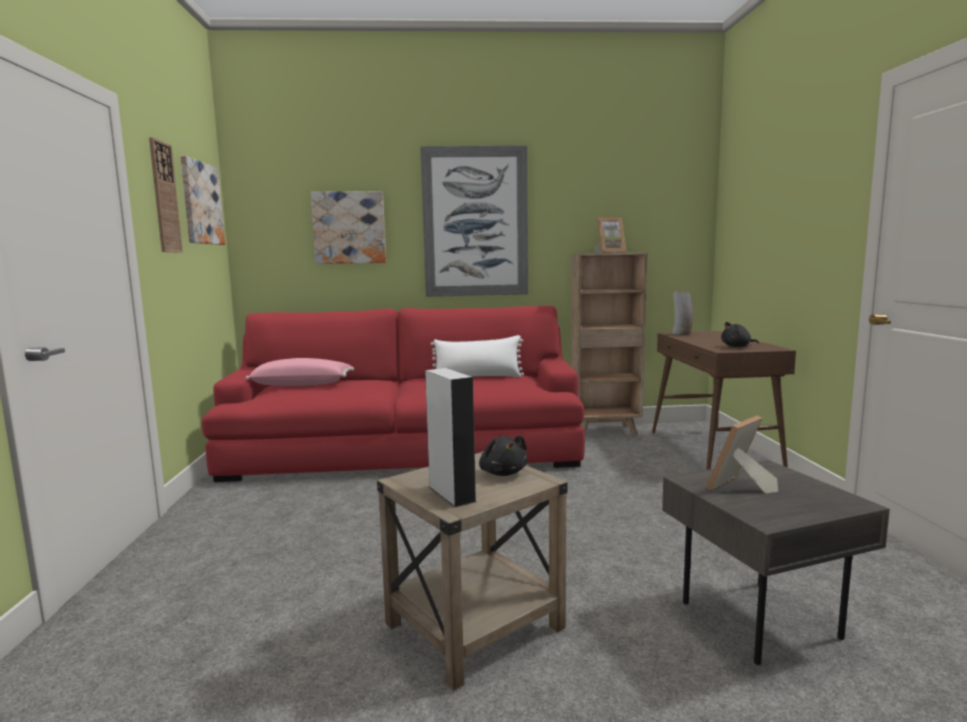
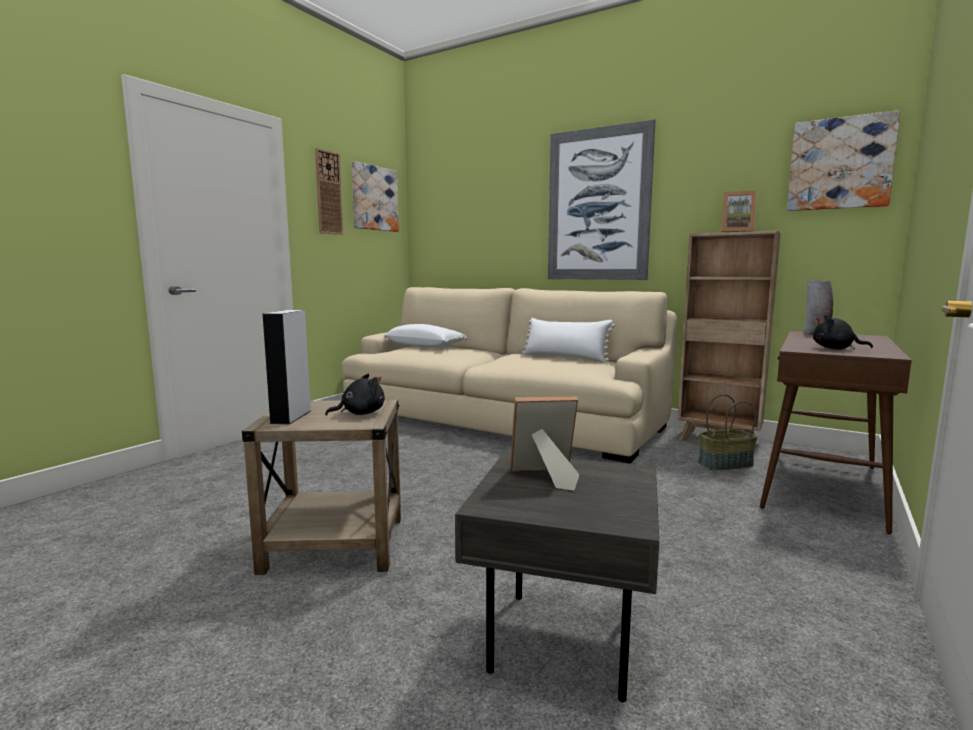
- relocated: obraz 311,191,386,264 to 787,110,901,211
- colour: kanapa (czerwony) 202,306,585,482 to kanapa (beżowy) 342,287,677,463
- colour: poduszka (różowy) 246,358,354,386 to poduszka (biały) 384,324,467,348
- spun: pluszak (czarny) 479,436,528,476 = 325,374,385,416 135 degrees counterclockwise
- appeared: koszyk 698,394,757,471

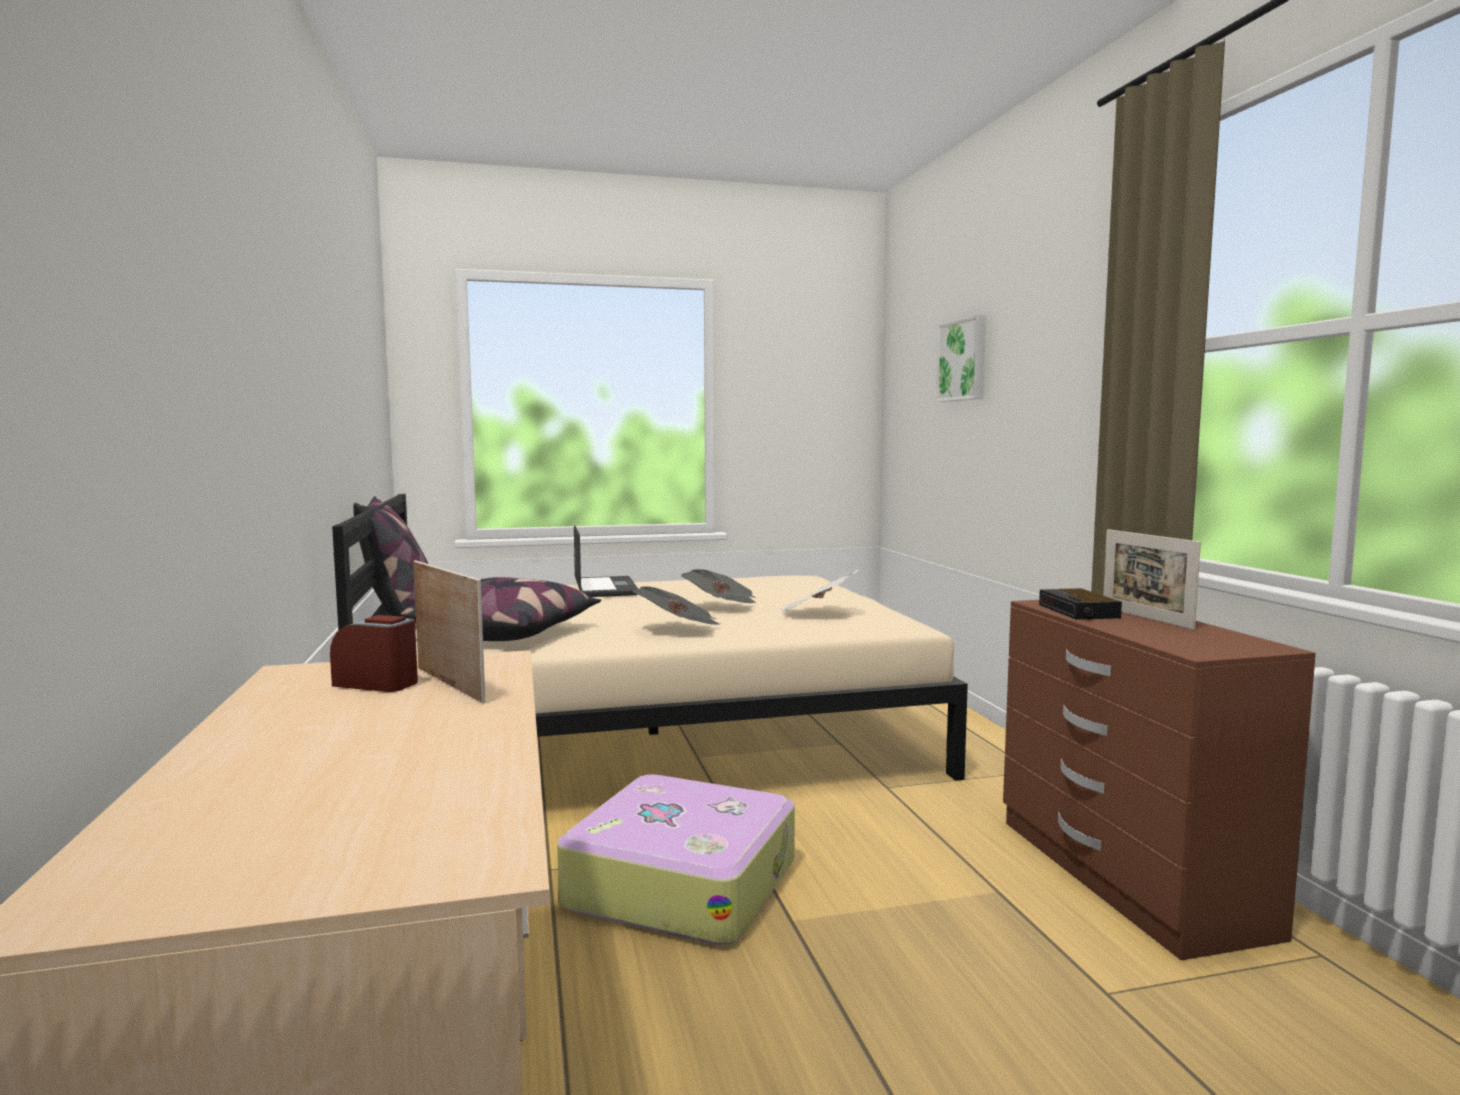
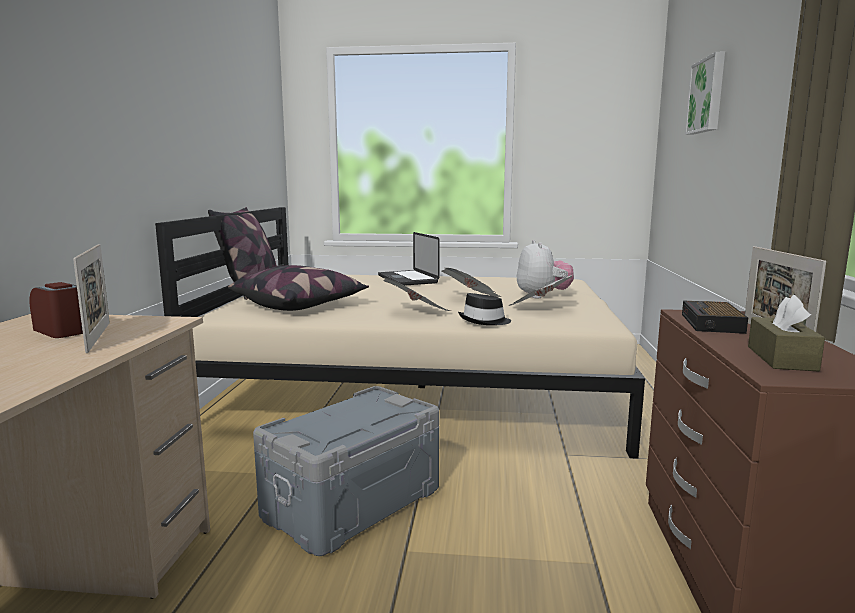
- spun: laptop 574,525,638,597 = 378,232,440,286 150 degrees clockwise
- exchanged: walizka 557,774,795,945 to pojemnik do przechowywania (szary) 253,386,439,556
- appeared: pluszak 517,240,574,299
- appeared: kapelusz (czarny) 458,293,511,325
- appeared: pudełko chusteczek (brązowy) 748,295,825,371

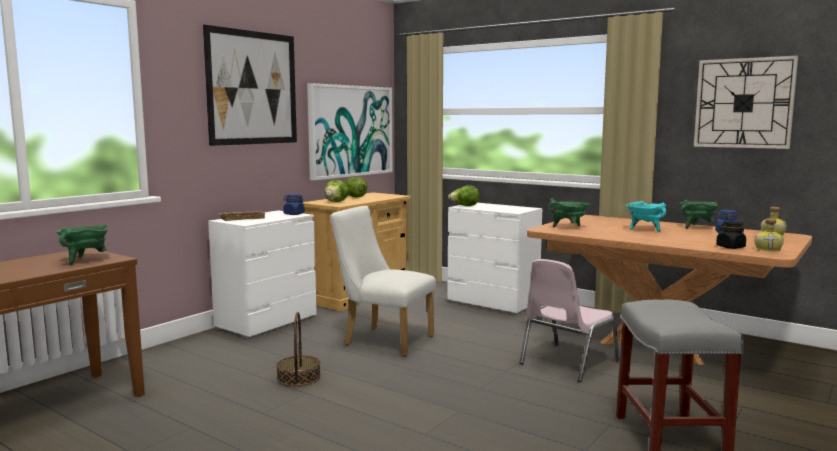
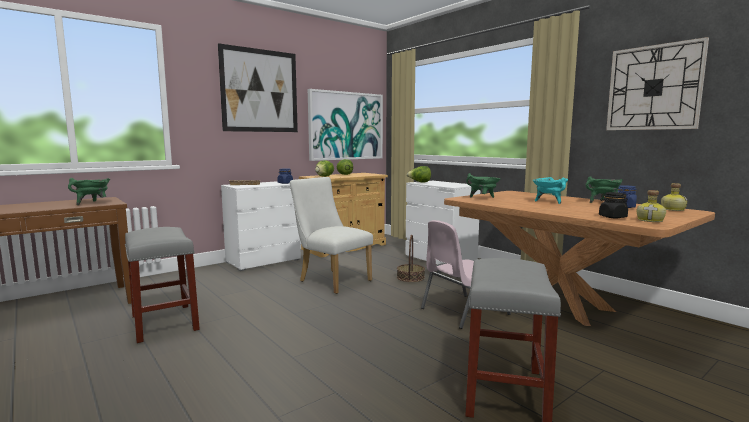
- relocated: koszyk 276,312,321,386 to 397,235,425,282
- appeared: stołek (szary) 125,227,200,343

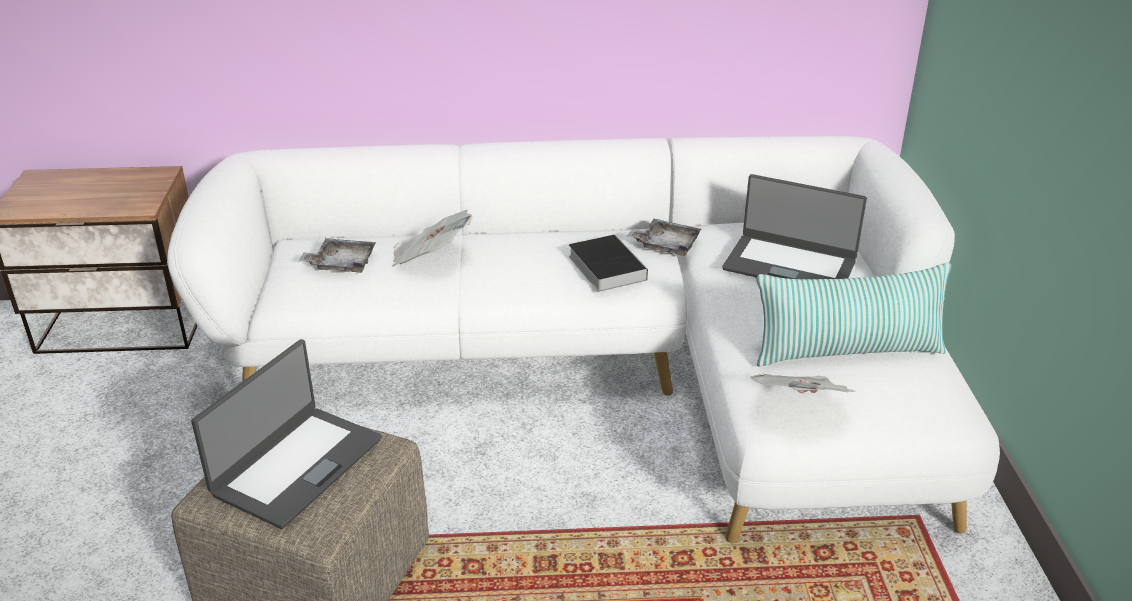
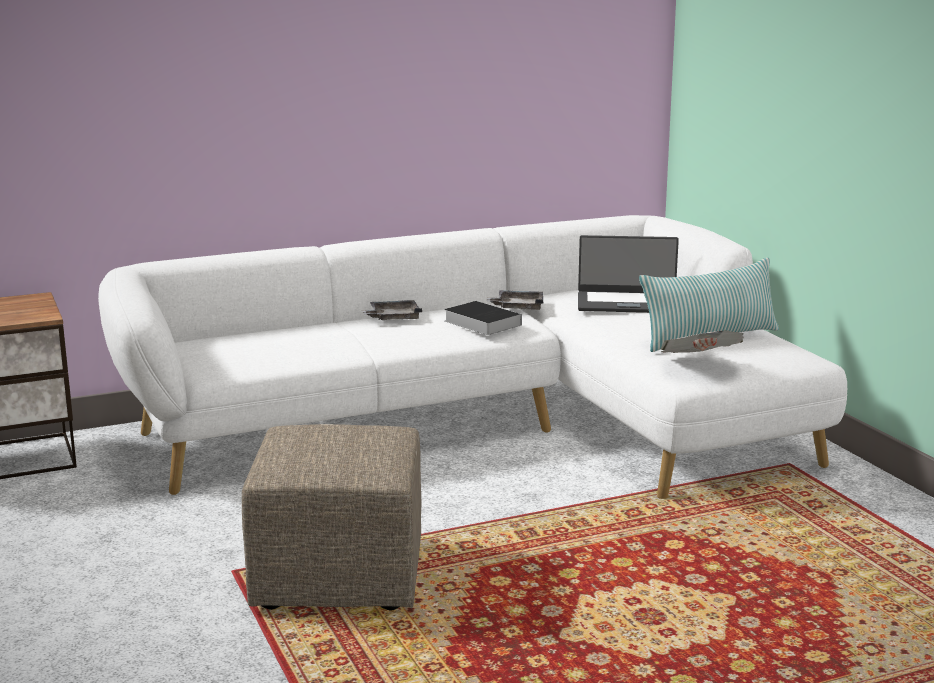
- missing: gazeta 392,210,472,267
- relocated: taca (szary) 299,238,376,273 to 362,300,422,320
- missing: laptop 191,339,382,529

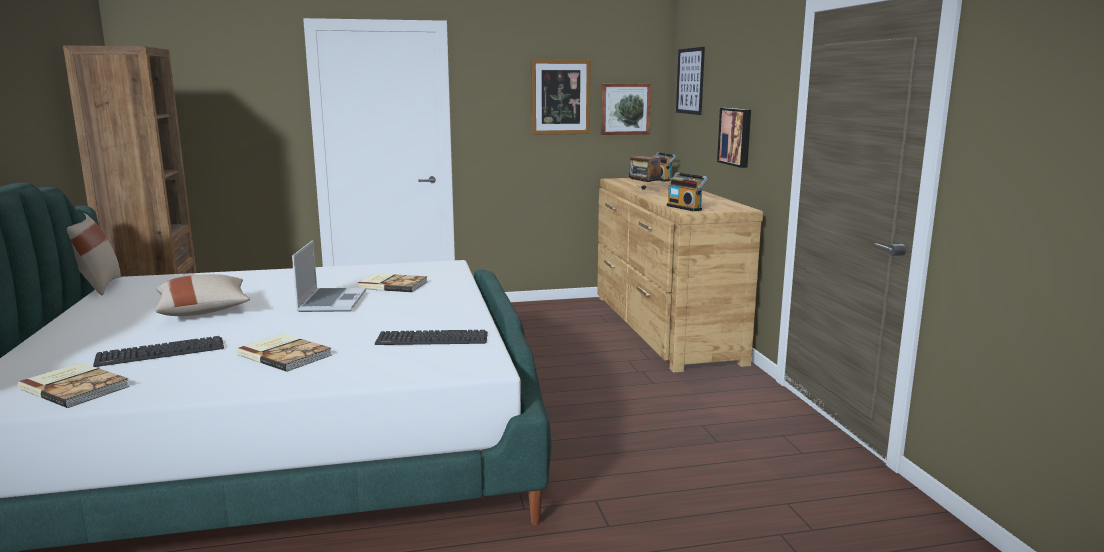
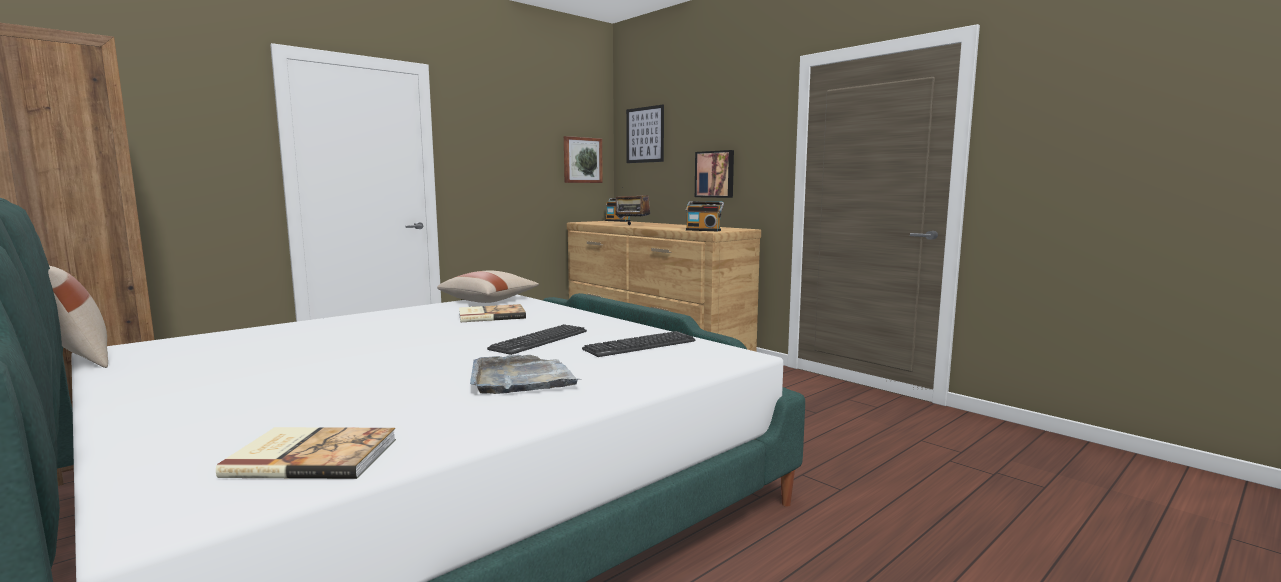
- missing: obraz 532,59,591,135
- missing: laptop 292,240,366,312
- relocated: poduszka (beżowy) 155,274,250,316 to 437,271,539,303
- exchanged: książka 237,334,332,372 to taca (szary) 470,355,582,394
- relocated: klawiatura 93,336,224,367 to 487,324,587,355

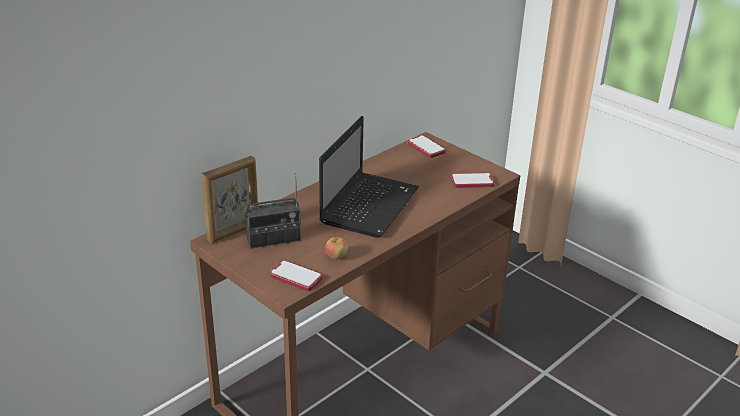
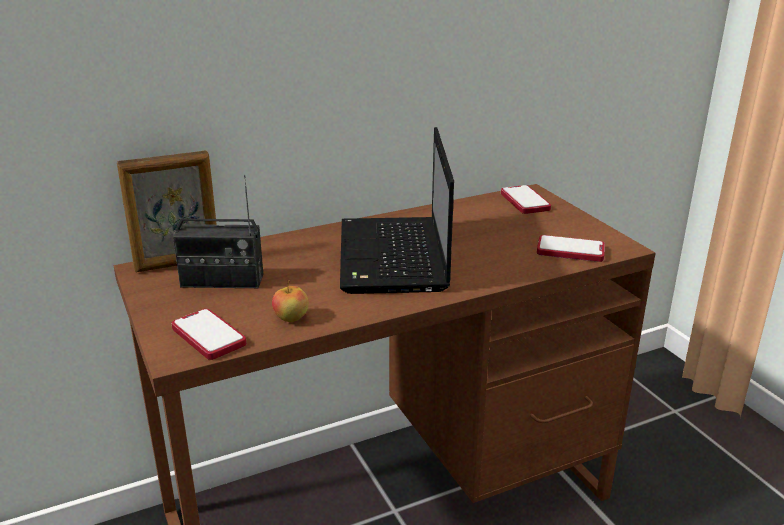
- spun: laptop 319,116,419,238 = 340,127,454,294 135 degrees clockwise

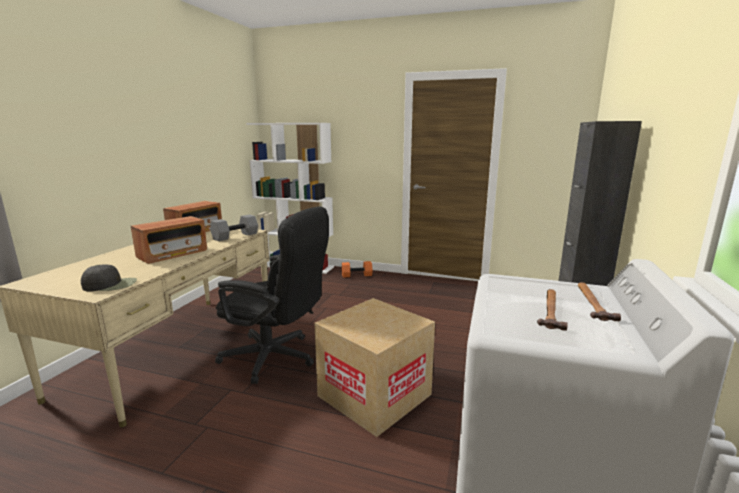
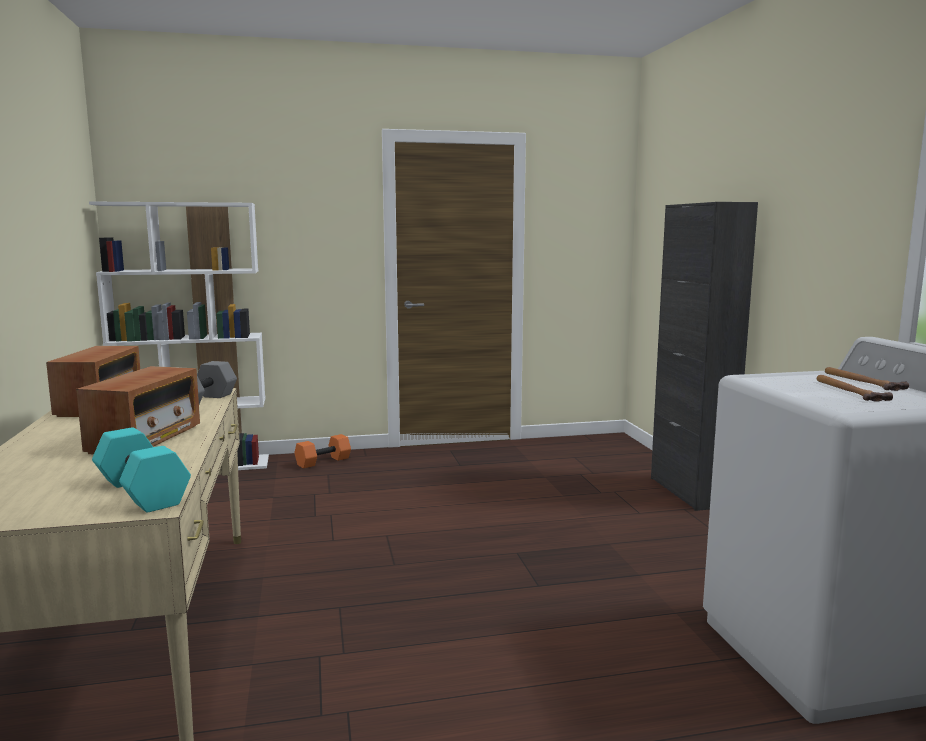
- missing: krzesło biurowe (czarny) 215,206,329,384
- exchanged: czapka z daszkiem (czarny) 81,264,137,291 to hantel (turkusowy) 92,427,191,512
- missing: karton 314,298,435,437

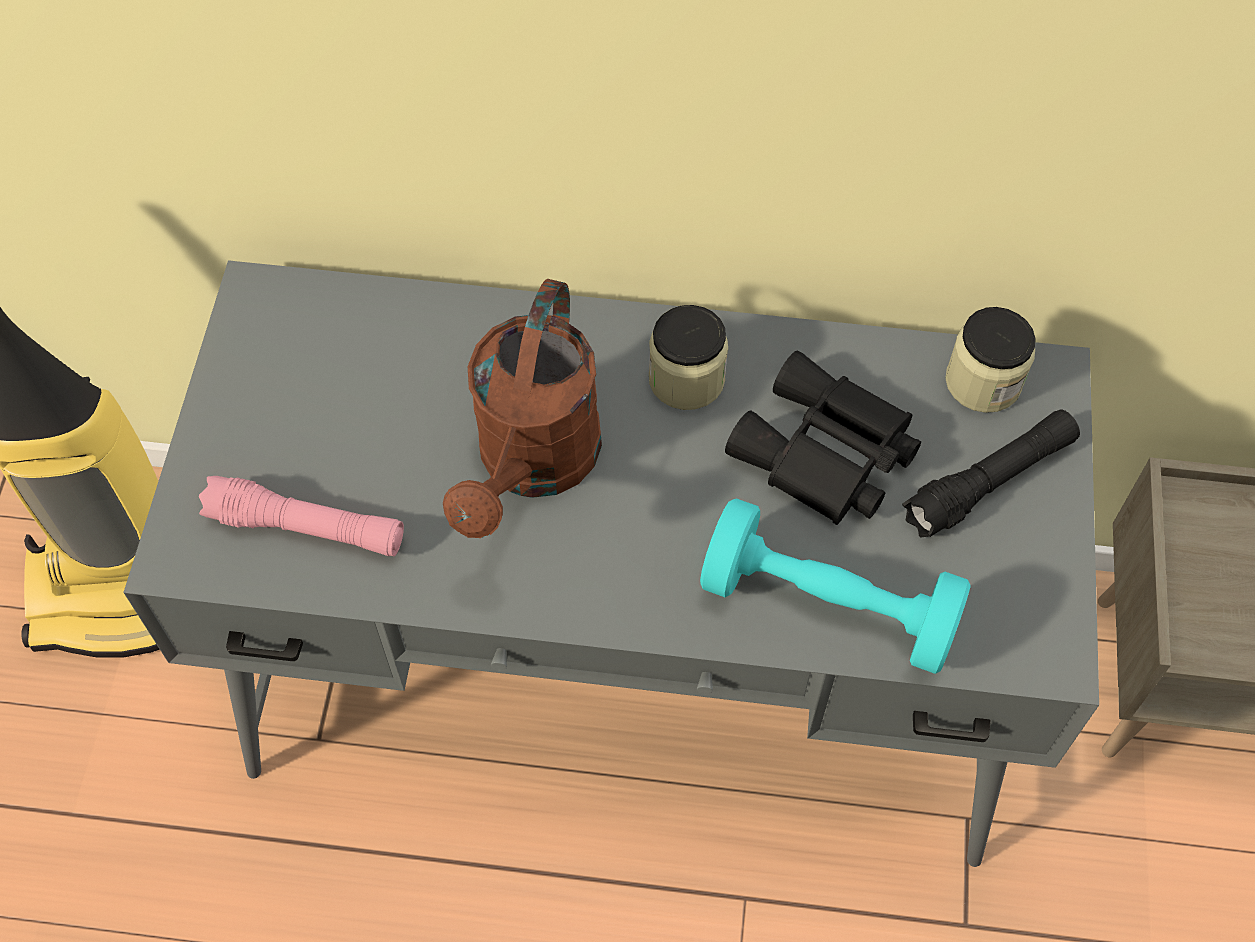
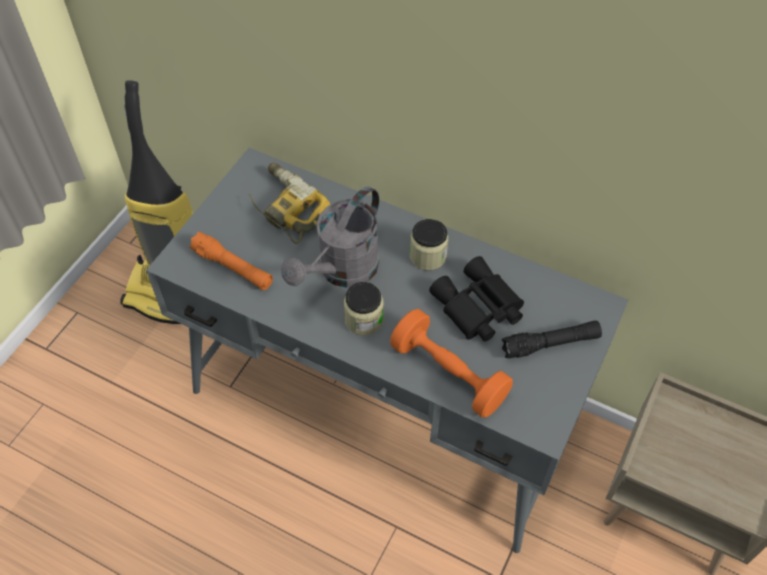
- colour: konewka (brązowy) 443,279,602,538 to konewka (szary) 281,186,380,288
- relocated: słoik 945,307,1036,413 to 344,282,384,335
- colour: latarka (różowy) 199,476,404,556 to latarka (pomarańczowy) 189,232,273,290
- colour: hantel (turkusowy) 700,498,971,674 to hantel (pomarańczowy) 390,309,513,417
- appeared: wiertarka 249,163,330,244

